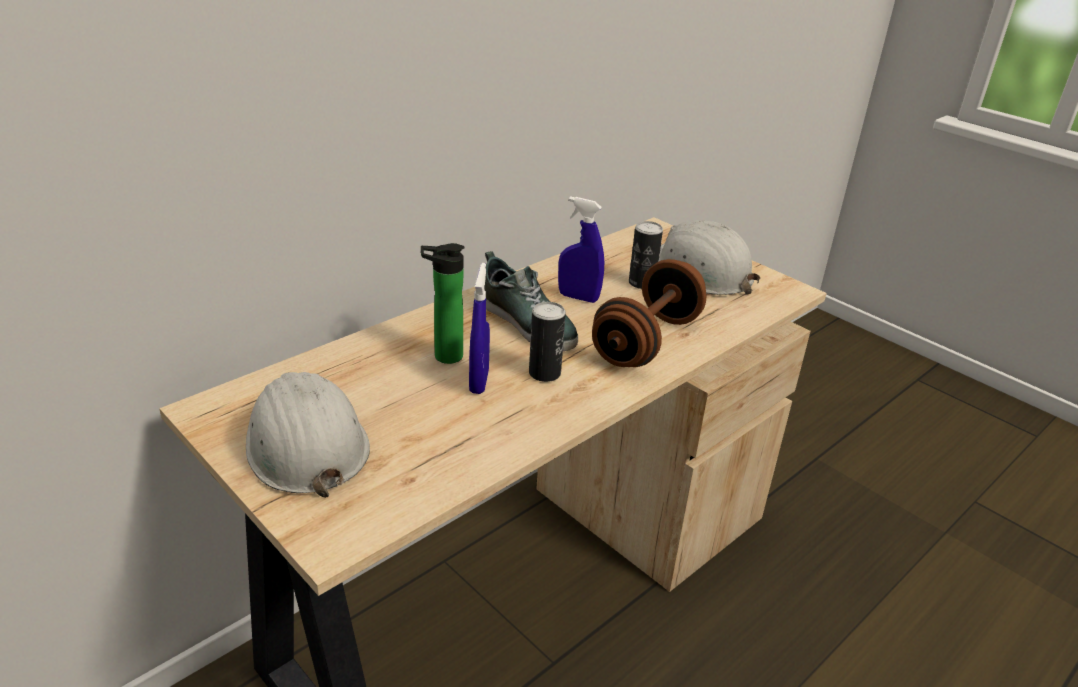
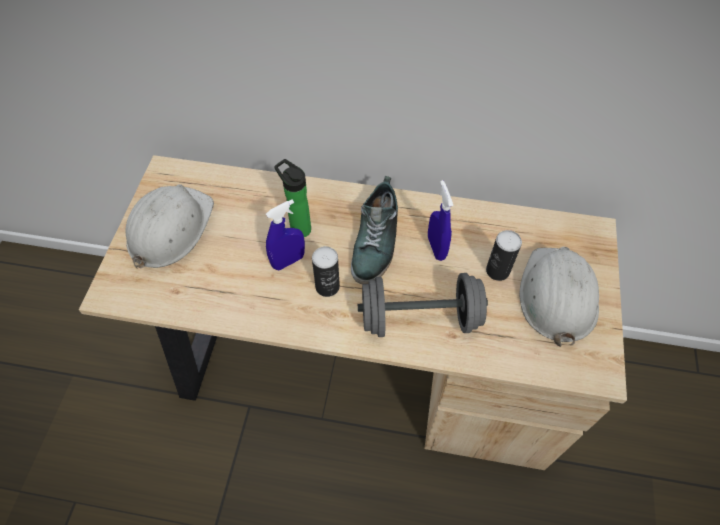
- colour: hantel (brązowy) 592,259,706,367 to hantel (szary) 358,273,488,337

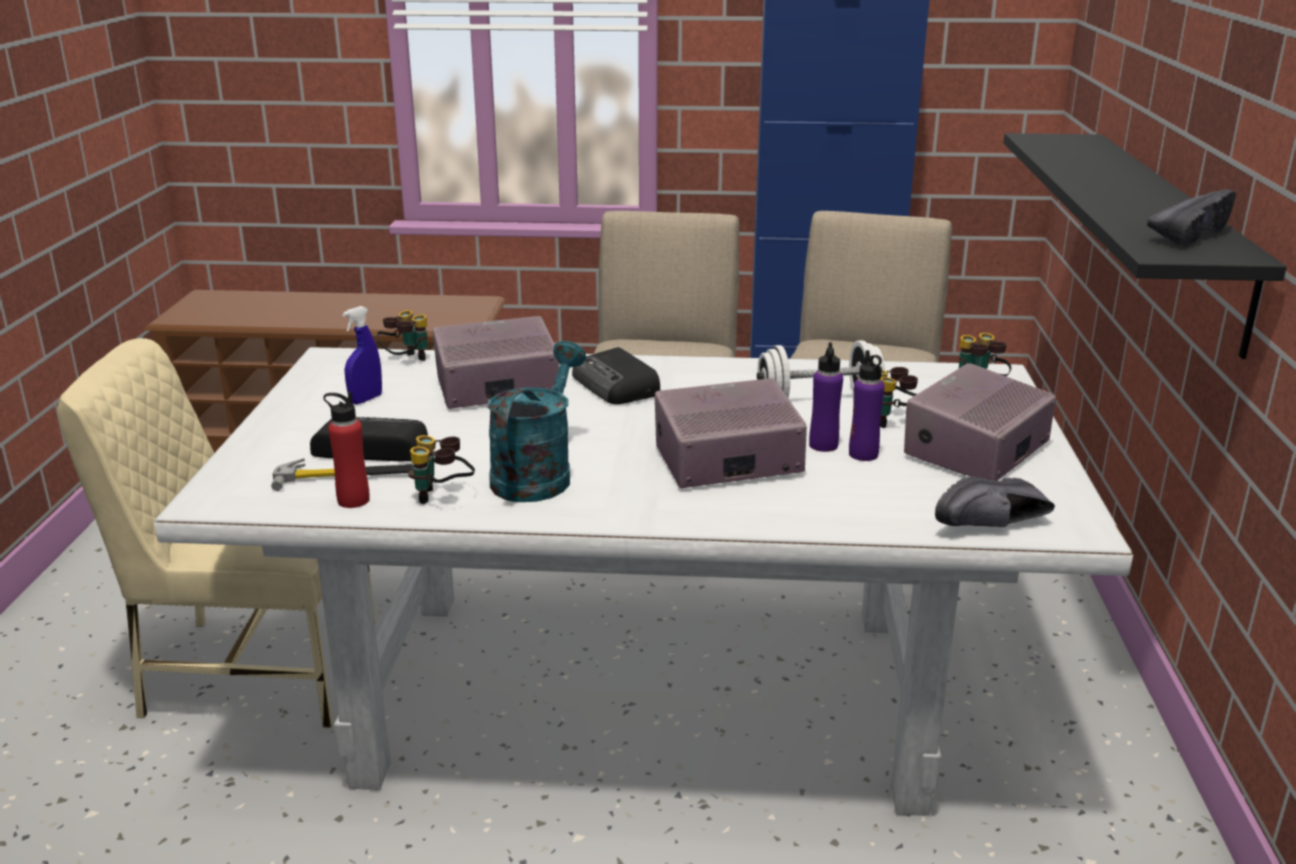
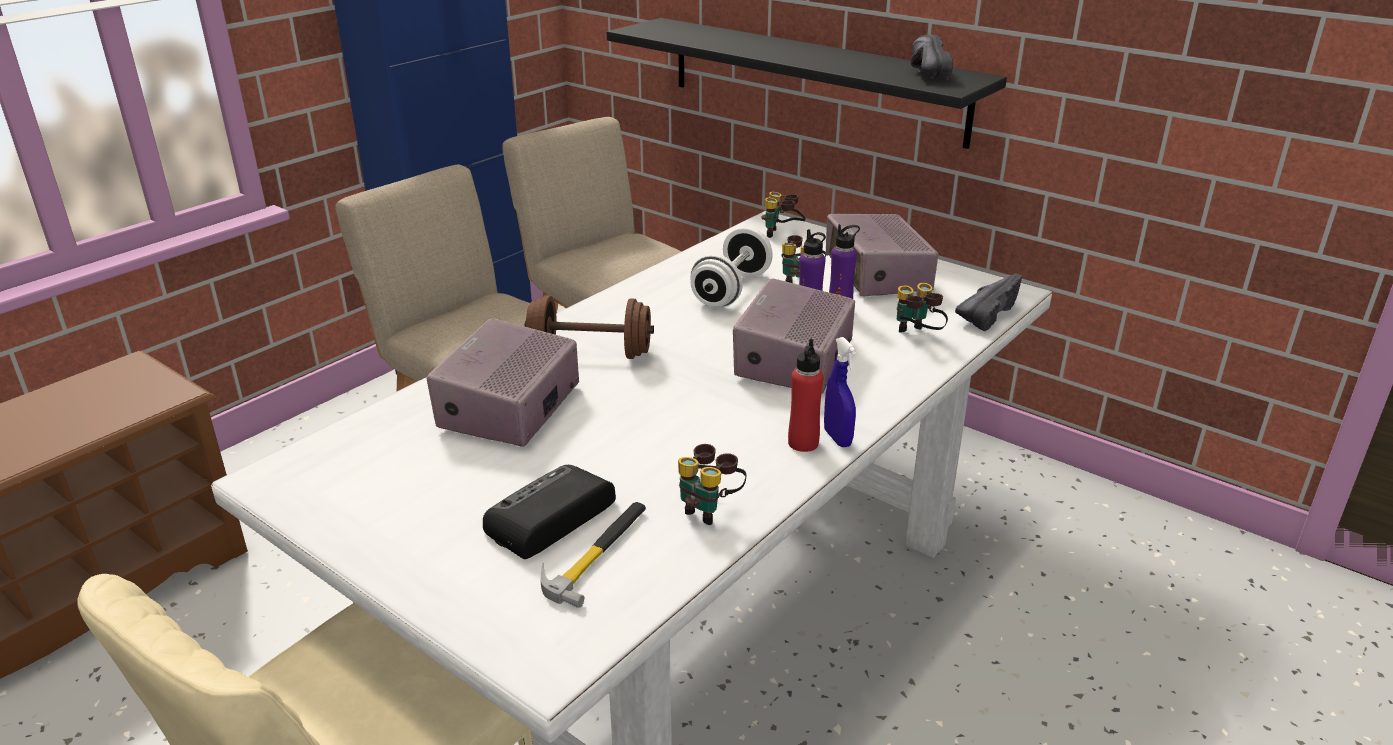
- relocated: spryskiwacz (niebieski) 342,306,382,404 to 824,337,856,447
- relocated: lornetka 377,310,428,361 to 897,283,948,333
- missing: konewka (turkusowy) 487,341,586,502
- exchanged: radio 572,347,660,404 to hantel (brązowy) 525,295,654,359
- relocated: butelka (czerwony) 323,391,370,508 to 788,339,824,452
- spun: but (czarny) 935,477,1055,527 = 955,273,1023,331 150 degrees counterclockwise

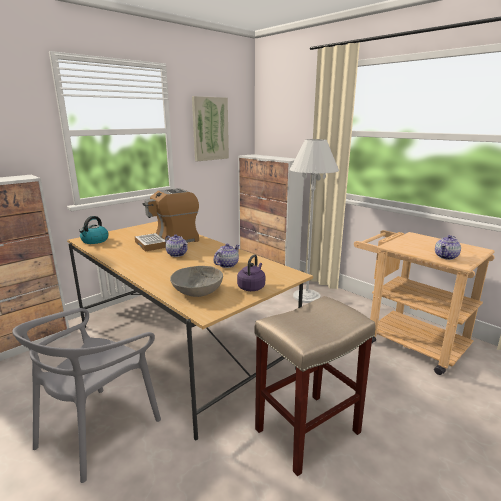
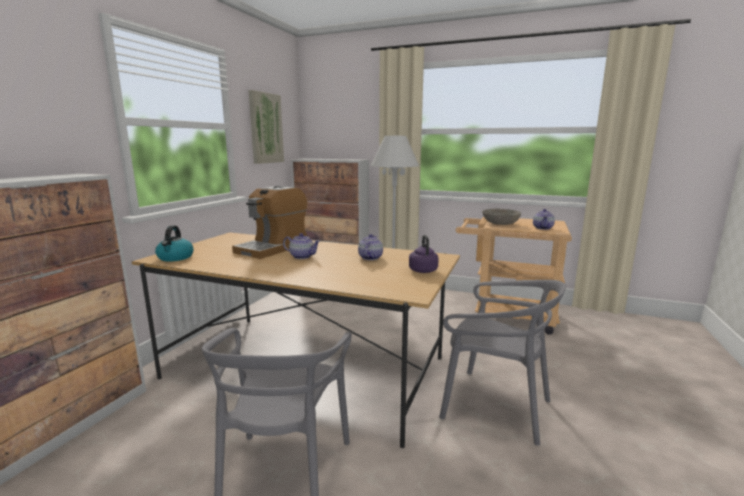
- relocated: miska (szary) 170,266,223,297 to 482,208,521,225
- exchanged: stołek (beżowy) 255,296,376,477 to krzesło (szary) 439,280,566,446

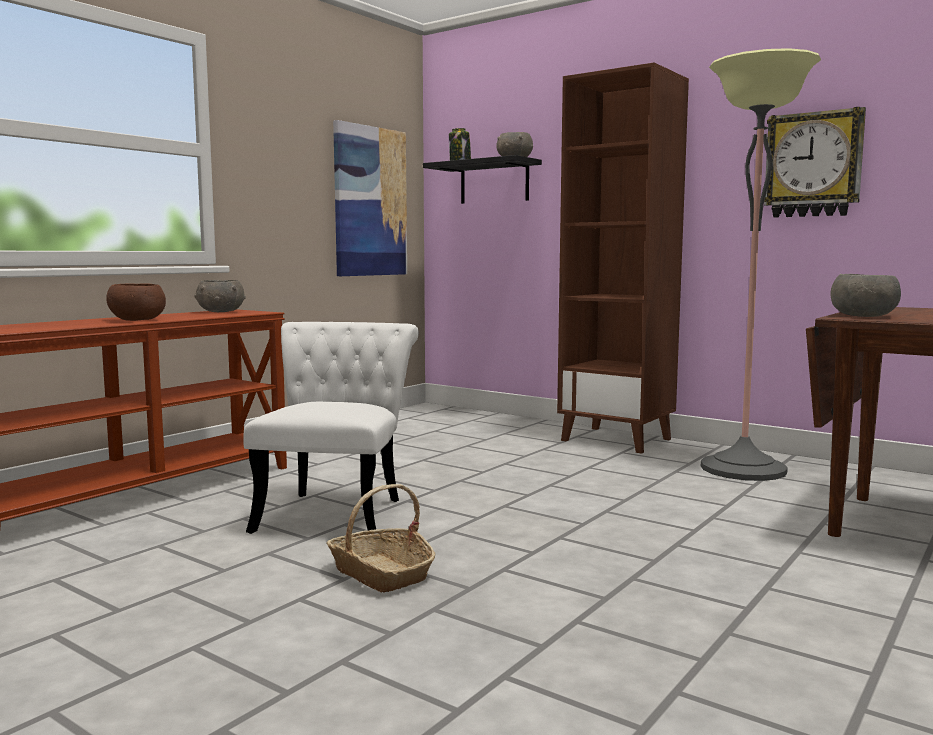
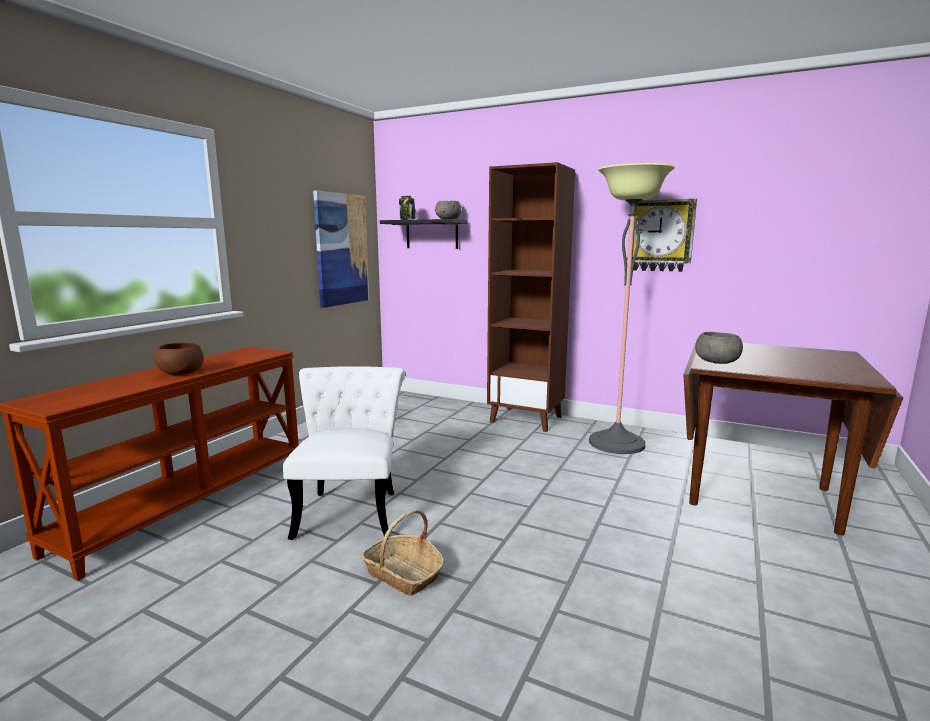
- missing: miska (szary) 194,280,246,312

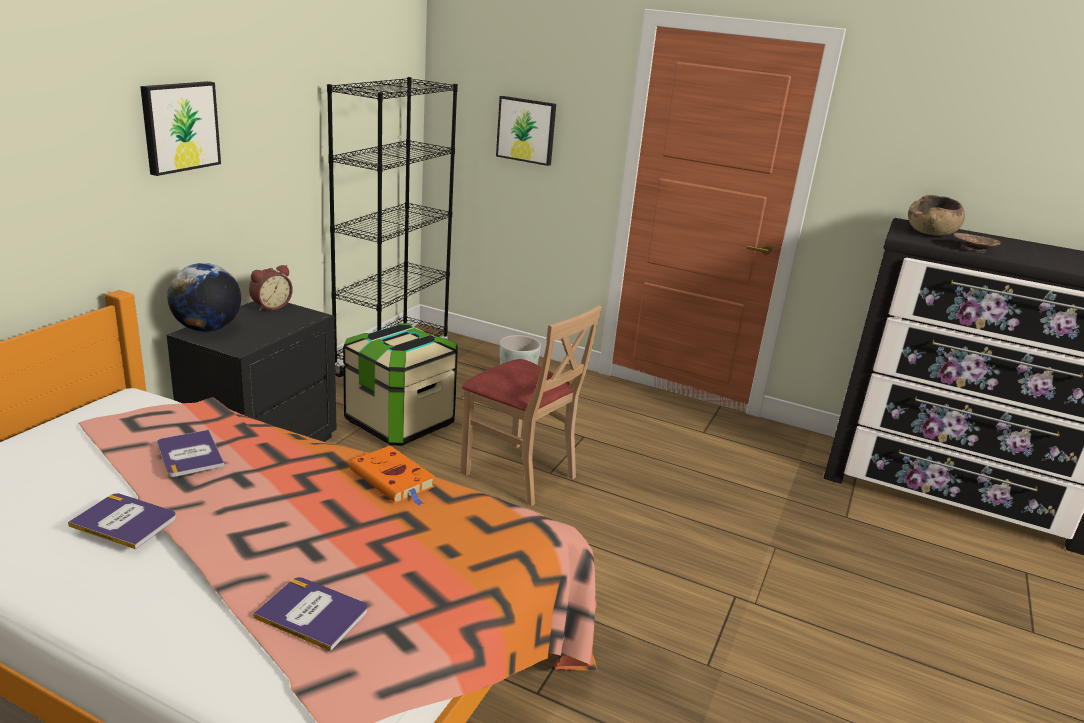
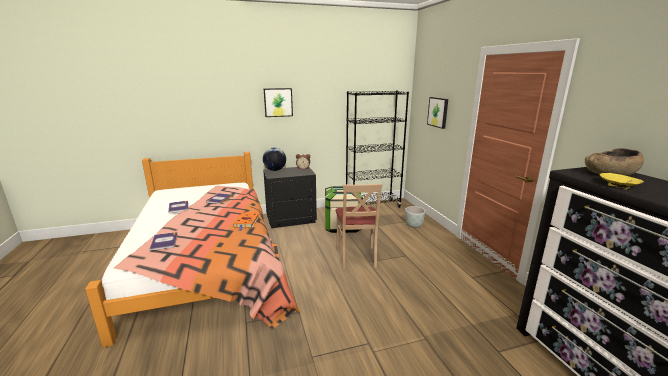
- colour: miska (brązowy) 953,233,1001,253 to miska (żółty) 599,173,644,189

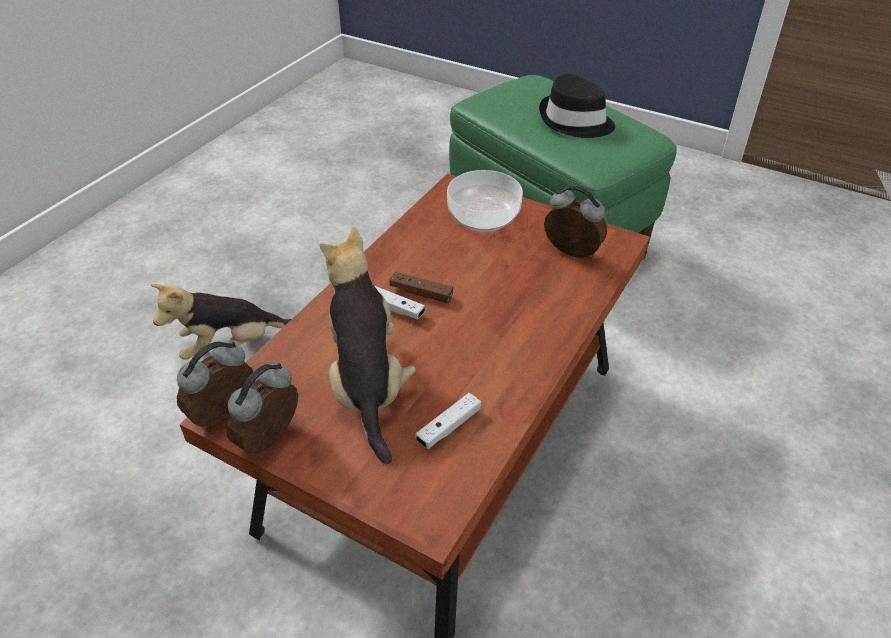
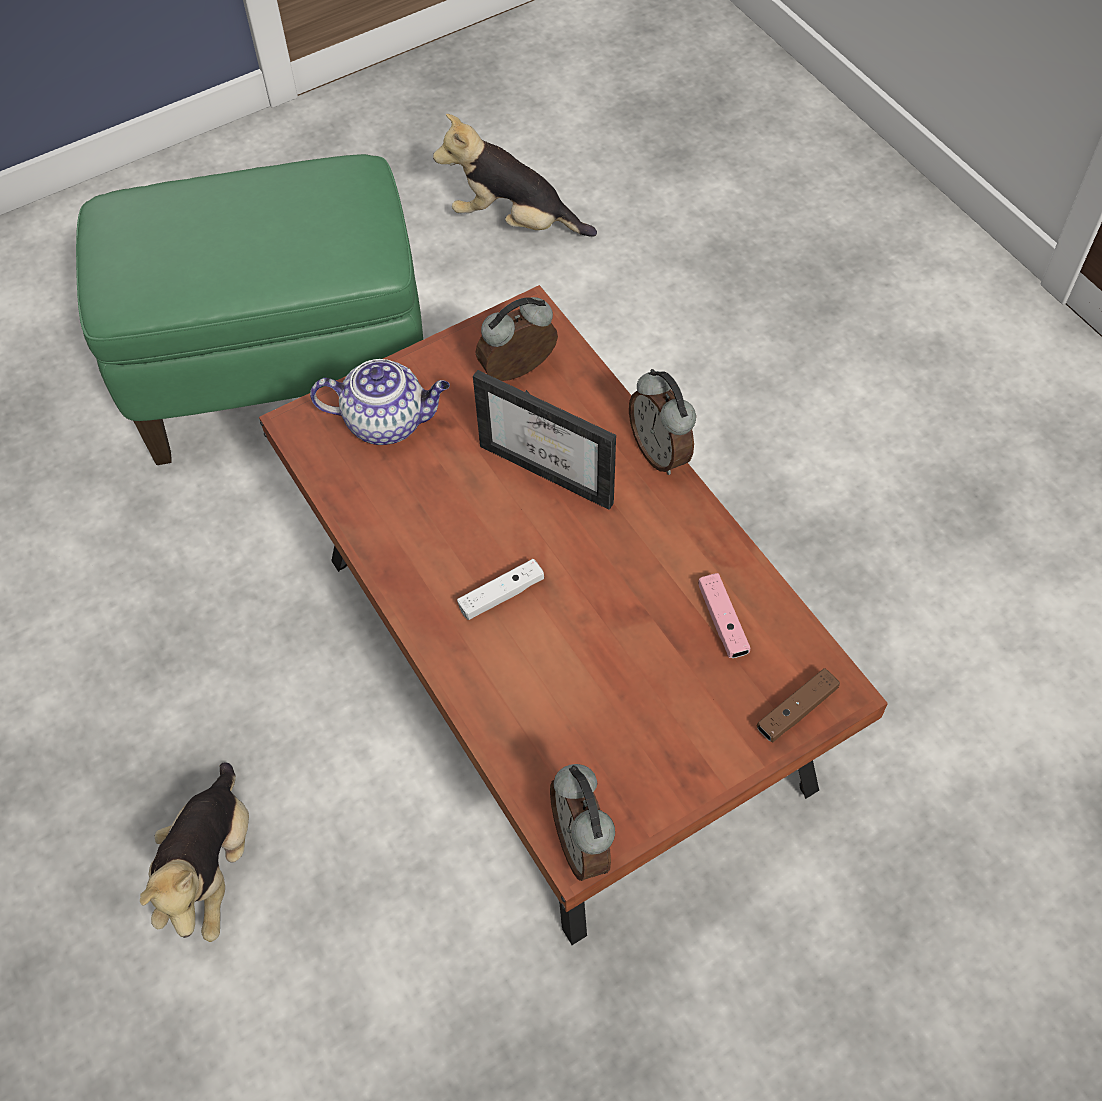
- missing: kapelusz (czarny) 539,74,615,138
- exchanged: miska 447,170,523,232 to imbryk 310,359,450,445
- relocated: pluszak 320,227,416,464 to 433,114,597,237
- relocated: pad do gier (brązowy) 390,272,453,303 to 757,668,840,742
- relocated: budzik 227,363,298,455 to 629,369,696,475
- colour: pad do gier (biały) 416,393,481,449 to pad do gier (różowy) 698,573,750,658
- appeared: ramka na zdjęcie 473,370,616,510

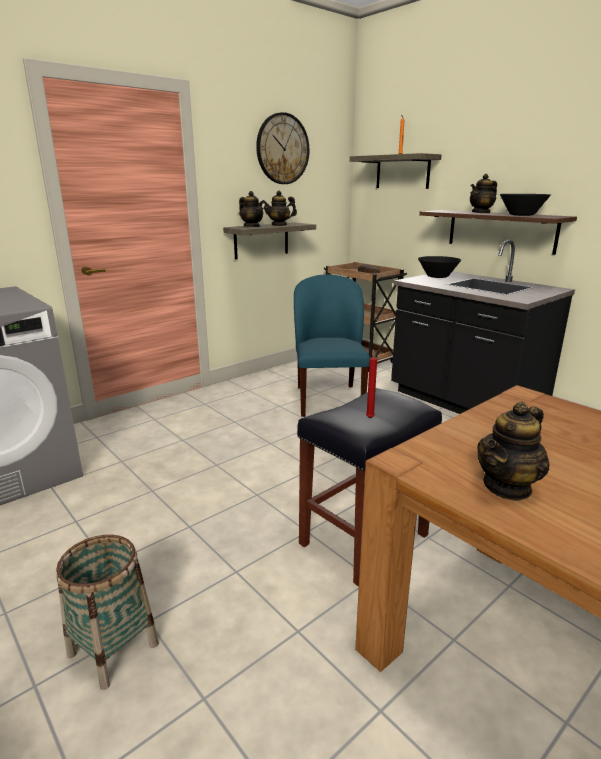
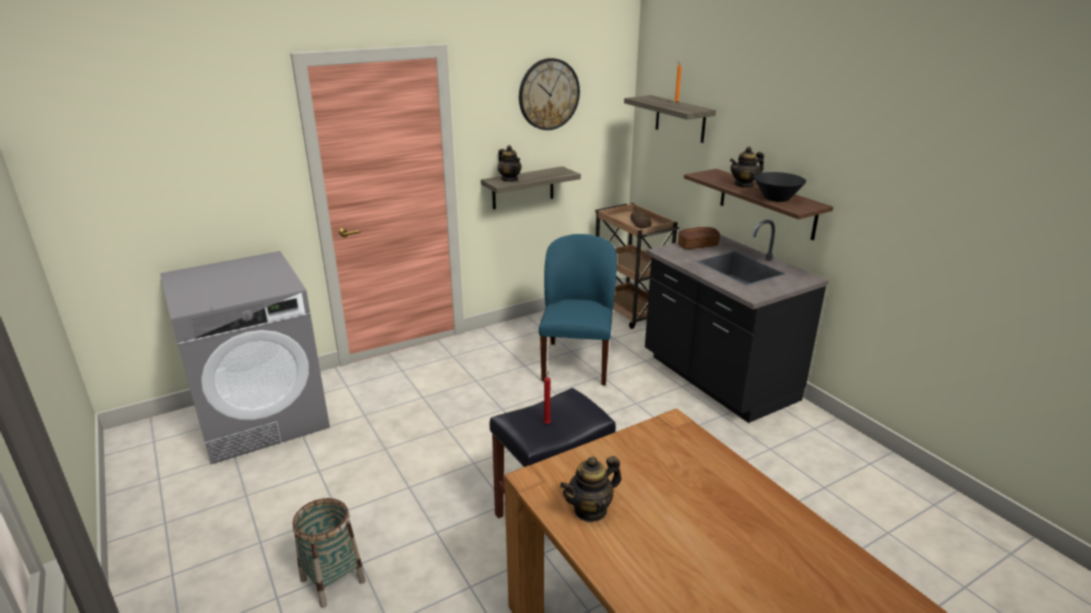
- missing: imbryk 262,191,297,226
- exchanged: miska (czarny) 418,256,461,278 to chleb 678,227,720,249

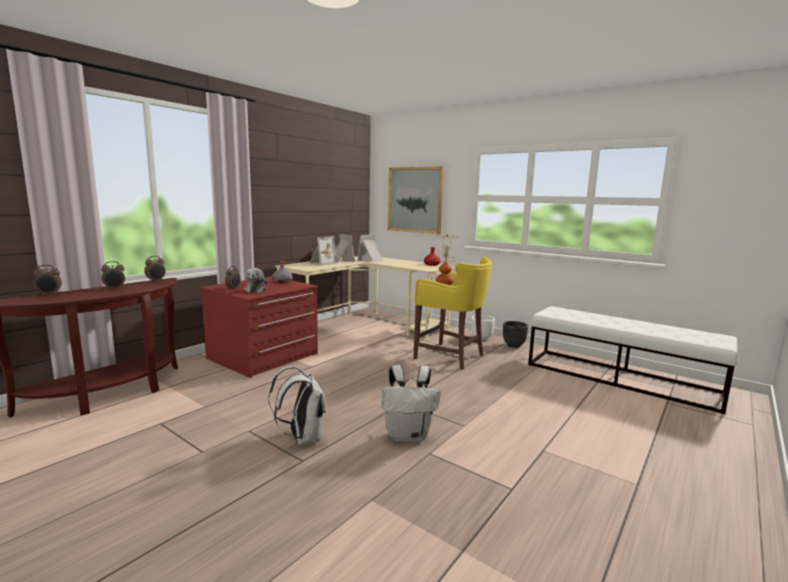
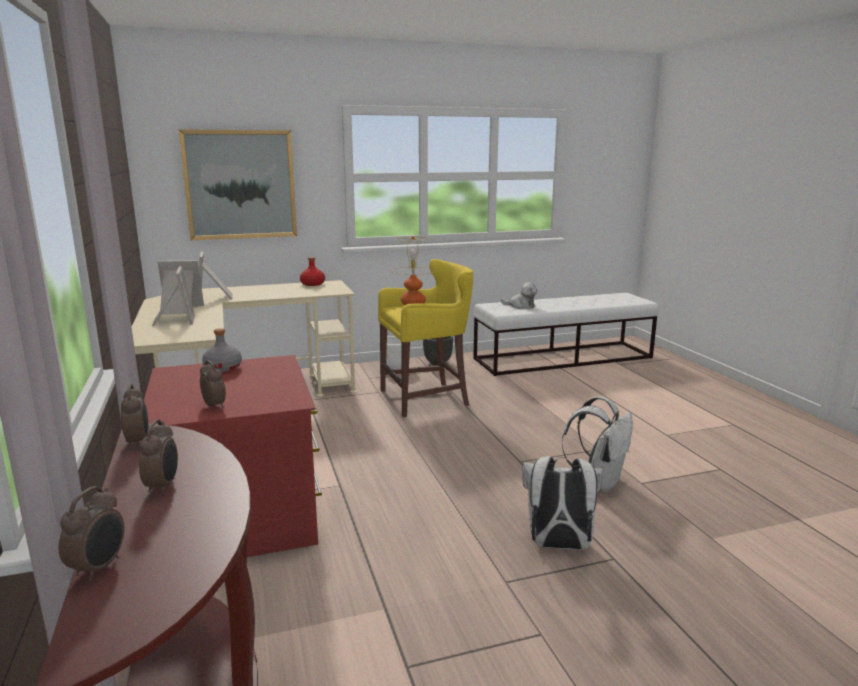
- relocated: pluszak 244,268,268,293 to 501,282,537,309

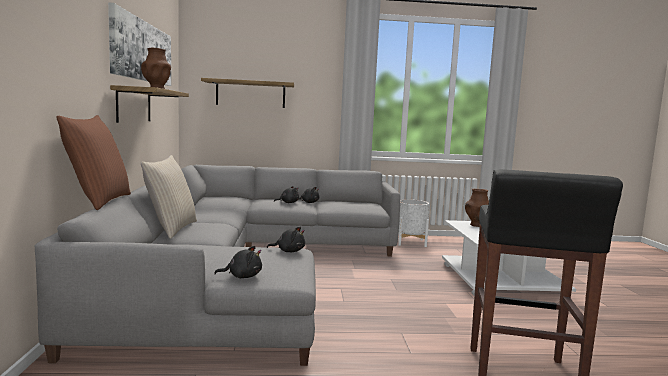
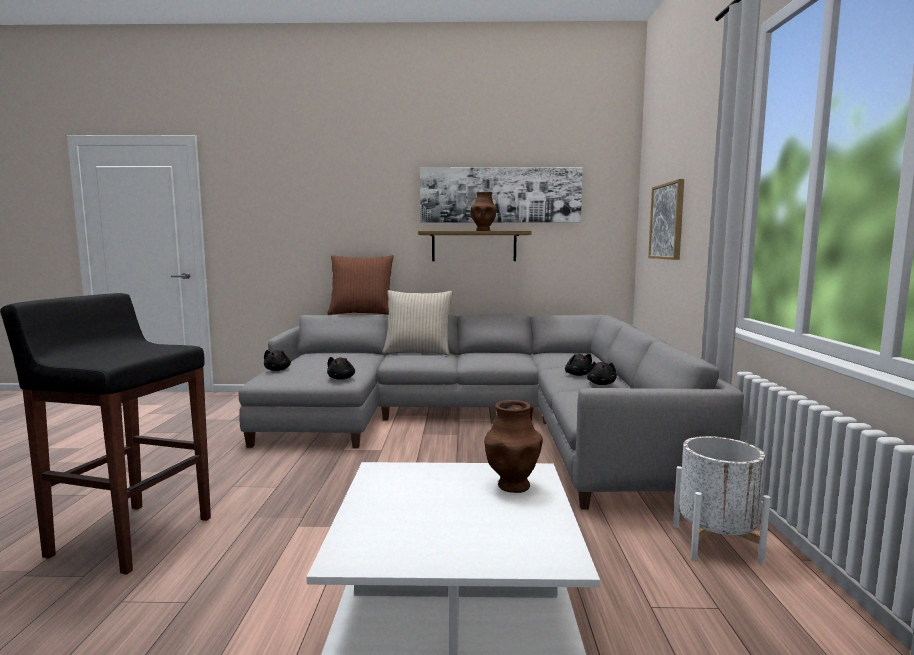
- exchanged: półka 201,78,294,108 to obraz 648,179,684,260

